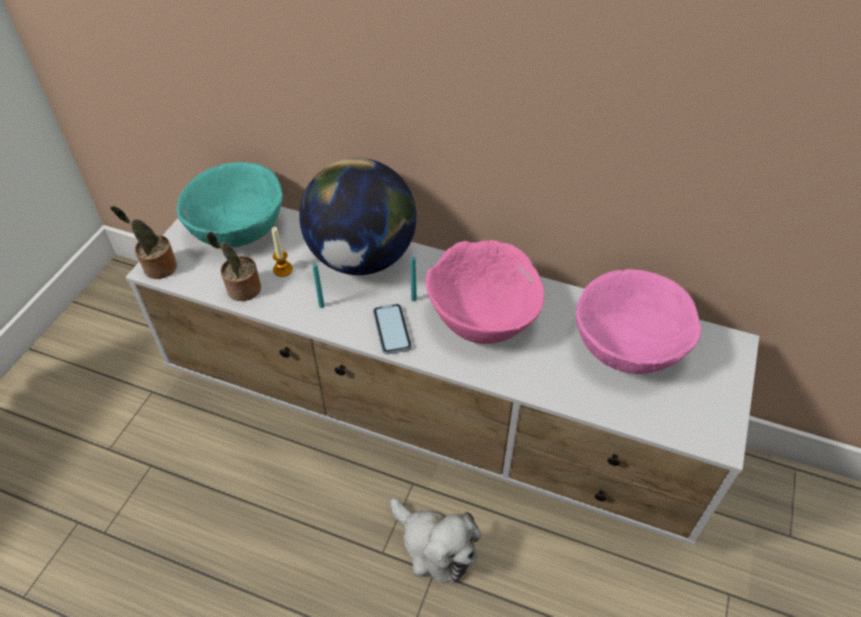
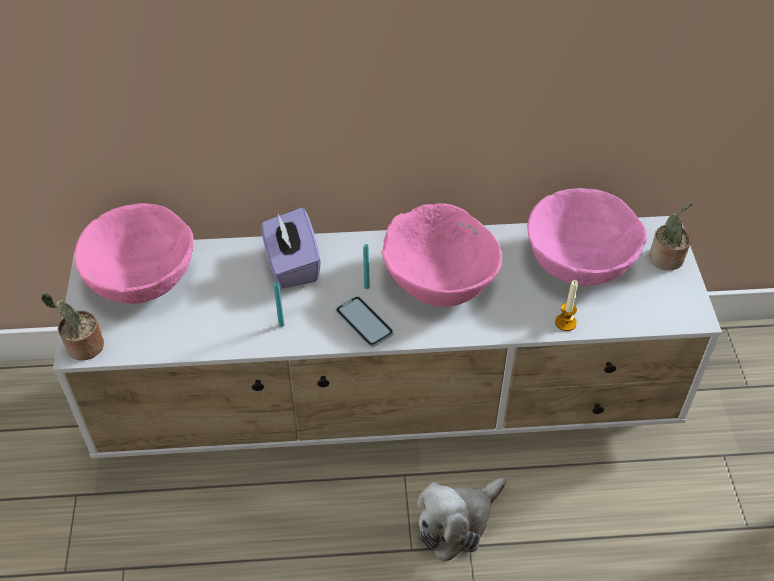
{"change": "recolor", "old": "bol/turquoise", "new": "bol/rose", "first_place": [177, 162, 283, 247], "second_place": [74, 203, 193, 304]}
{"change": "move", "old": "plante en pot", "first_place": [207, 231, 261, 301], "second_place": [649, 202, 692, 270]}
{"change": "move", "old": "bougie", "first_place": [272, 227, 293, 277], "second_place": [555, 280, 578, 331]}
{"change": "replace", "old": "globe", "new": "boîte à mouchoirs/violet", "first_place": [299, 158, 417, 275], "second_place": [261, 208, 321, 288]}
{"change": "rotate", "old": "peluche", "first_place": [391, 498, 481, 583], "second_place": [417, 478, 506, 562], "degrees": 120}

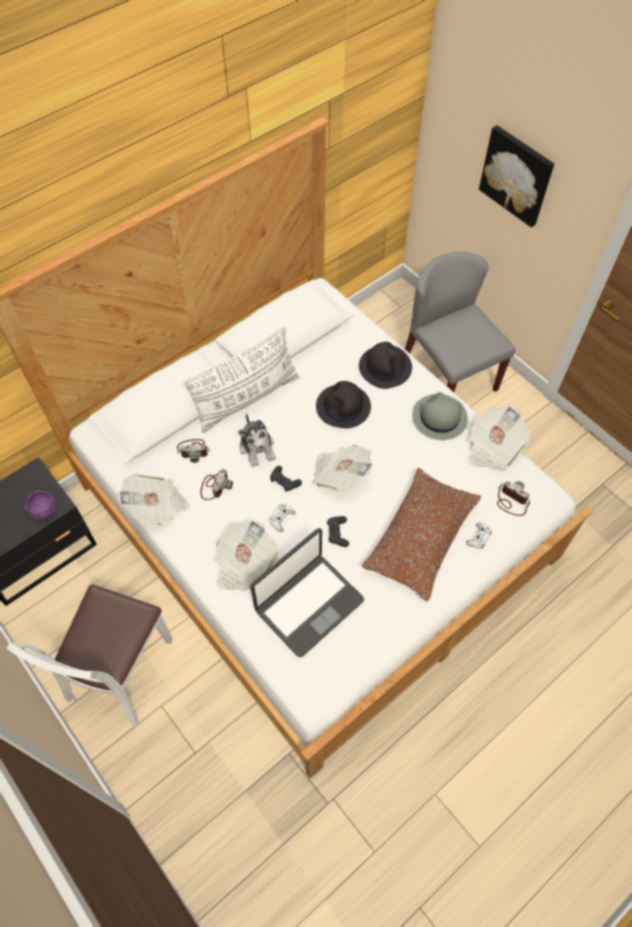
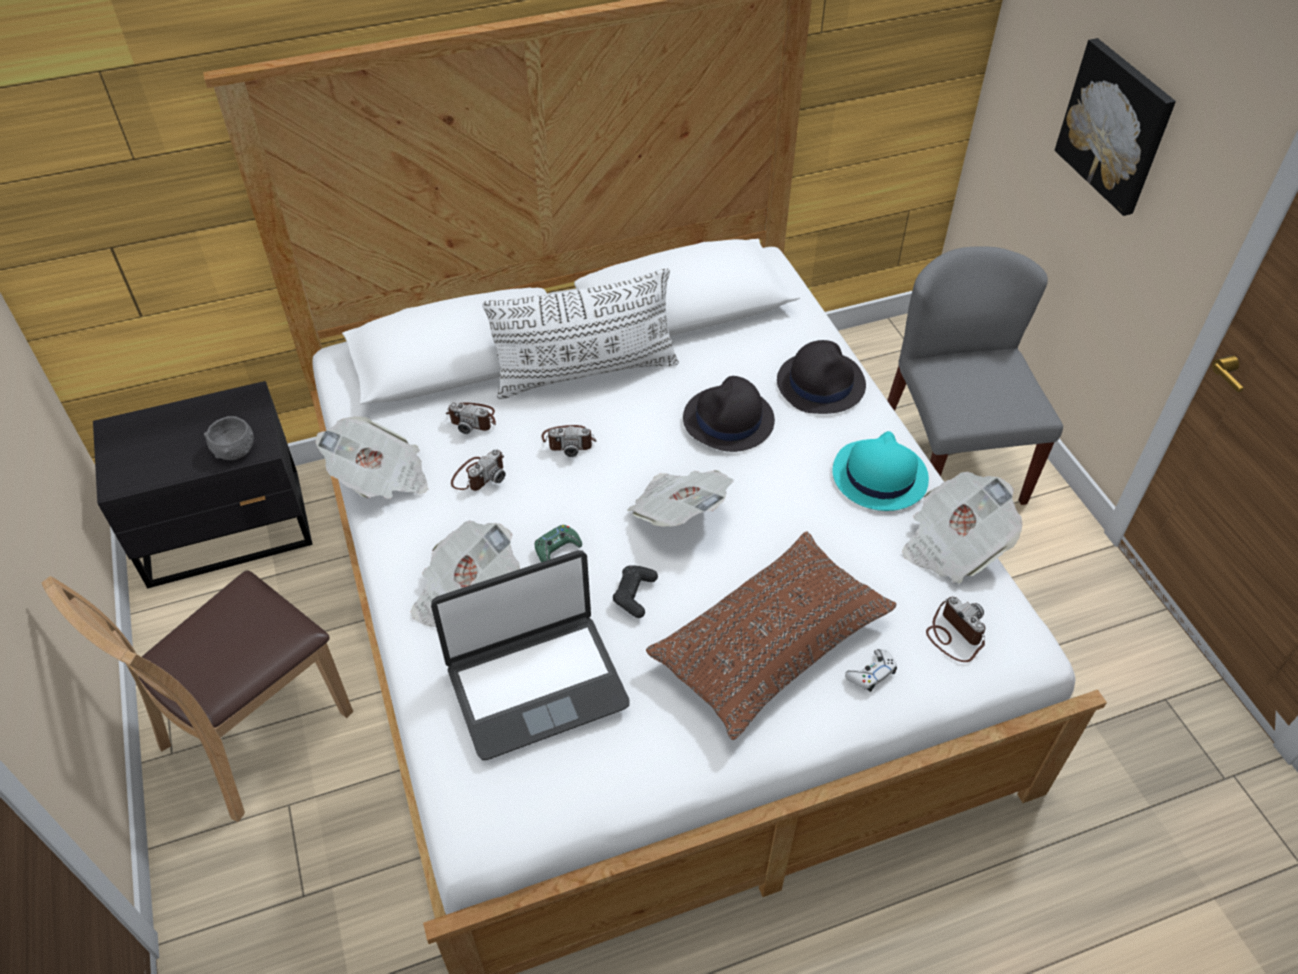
{"change": "recolor", "old": "chaise/blanc", "new": "chaise/marron", "first_place": [7, 584, 173, 726], "second_place": [42, 570, 353, 822]}
{"change": "recolor", "old": "bol/violet", "new": "bol/gris", "first_place": [24, 490, 56, 520], "second_place": [204, 416, 254, 460]}
{"change": "replace", "old": "peluche", "new": "appareil photo", "first_place": [238, 413, 276, 467], "second_place": [542, 425, 597, 457]}
{"change": "delete", "old": "manette/noir", "first_place": [270, 466, 302, 492]}
{"change": "recolor", "old": "manette/blanc", "new": "manette/vert", "first_place": [270, 504, 295, 532], "second_place": [535, 525, 582, 562]}
{"change": "recolor", "old": "chapeau/gris", "new": "chapeau/turquoise", "first_place": [412, 392, 468, 440], "second_place": [832, 431, 929, 511]}

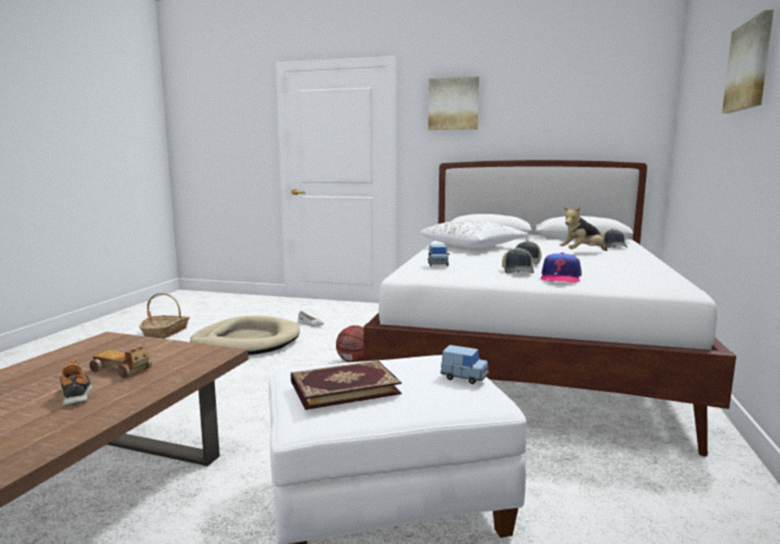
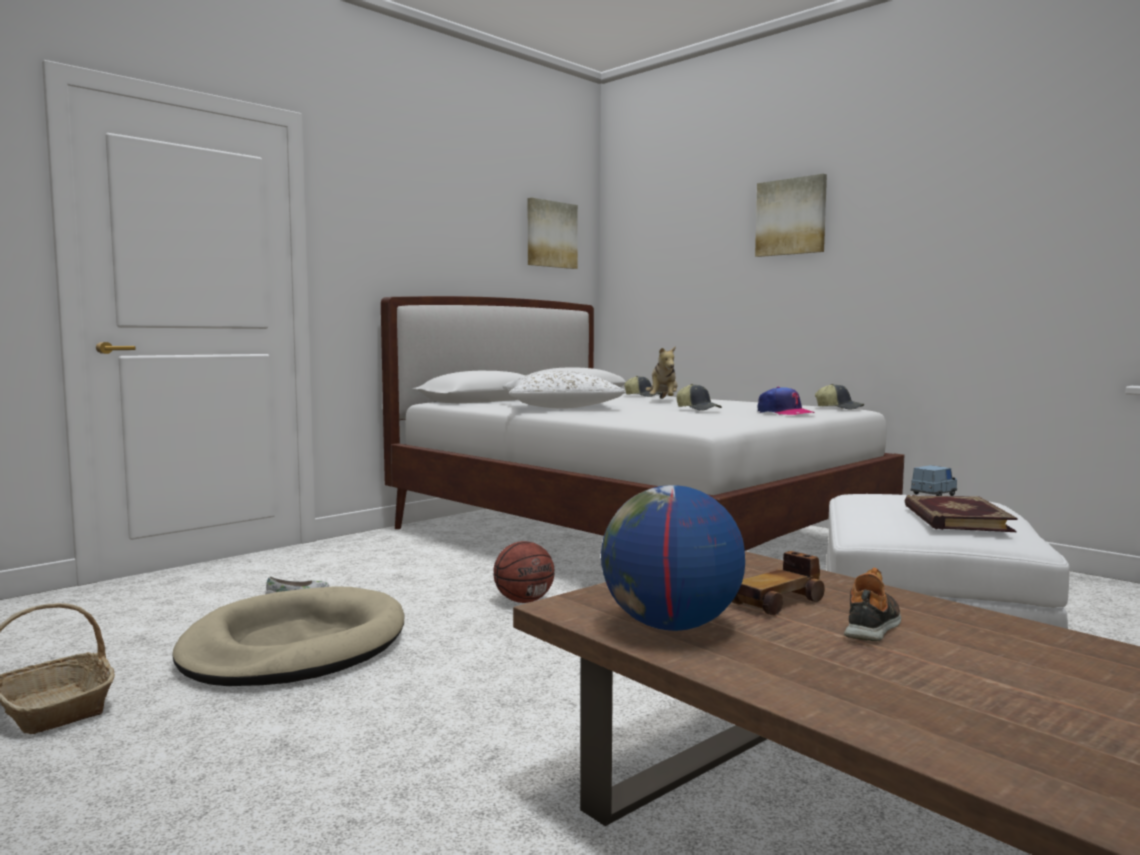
{"change": "rotate", "old": "chaussure", "first_place": [60, 360, 92, 406], "second_place": [844, 567, 901, 641], "degrees": 120}
{"change": "move", "old": "tableau", "first_place": [428, 77, 479, 130], "second_place": [528, 198, 578, 269]}
{"change": "delete", "old": "petite voiture/bleu", "first_place": [428, 244, 449, 266]}
{"change": "move", "old": "casquette", "first_place": [502, 247, 534, 274], "second_place": [815, 384, 864, 409]}
{"change": "insert", "new": "globe", "second_place": [601, 485, 745, 631]}

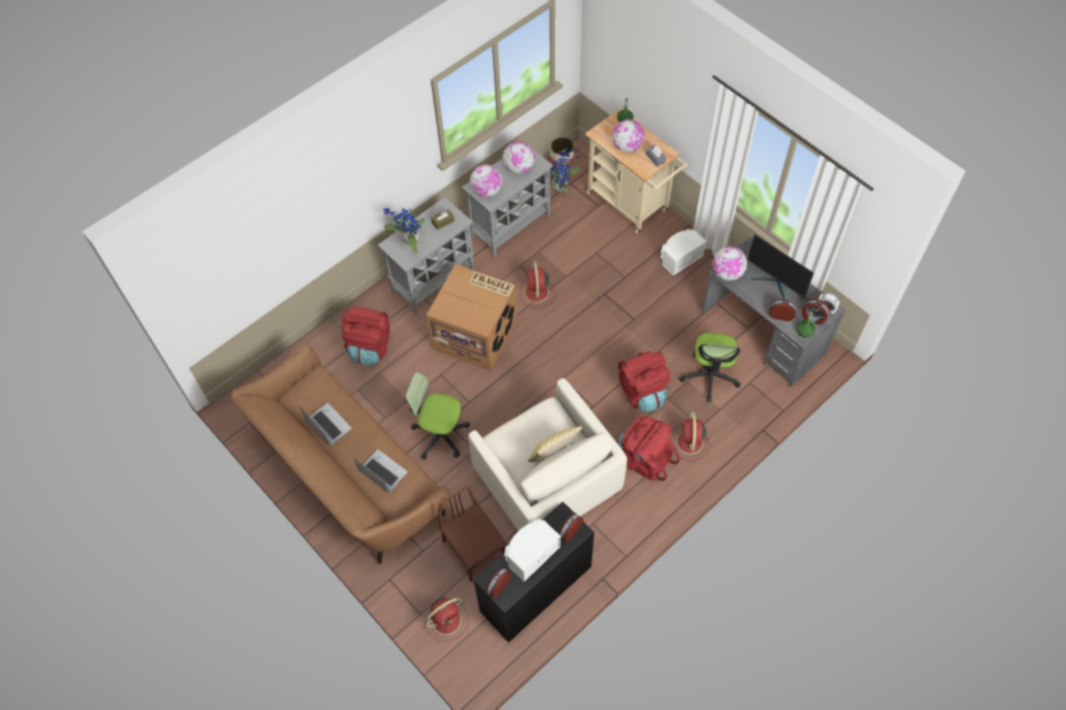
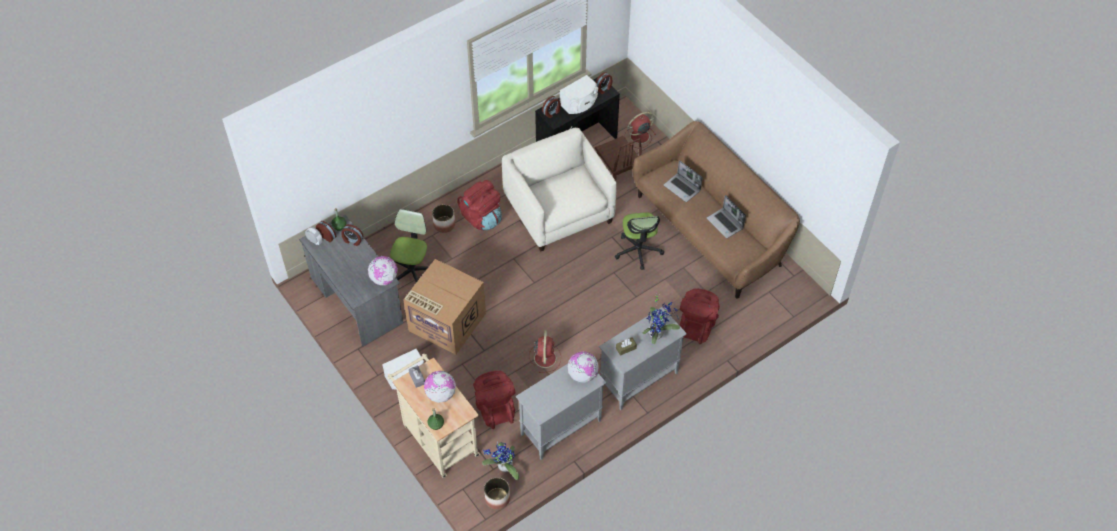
{"change": "rotate", "old": "chaise de bureau", "first_place": [405, 372, 470, 460], "second_place": [615, 212, 664, 270], "degrees": 60}
{"change": "move", "old": "carton", "first_place": [426, 264, 517, 371], "second_place": [403, 259, 486, 355]}
{"change": "delete", "old": "globe", "first_place": [503, 141, 535, 174]}
{"change": "delete", "old": "coussin", "first_place": [528, 426, 582, 462]}
{"change": "move", "old": "sac à dos/rouge", "first_place": [618, 351, 670, 412], "second_place": [473, 371, 516, 429]}
{"change": "replace", "old": "ventilateur/rouge", "new": "cache-pot", "first_place": [671, 411, 710, 461], "second_place": [432, 204, 455, 233]}
{"change": "delete", "old": "écran d'ordinateur", "first_place": [748, 235, 814, 299]}

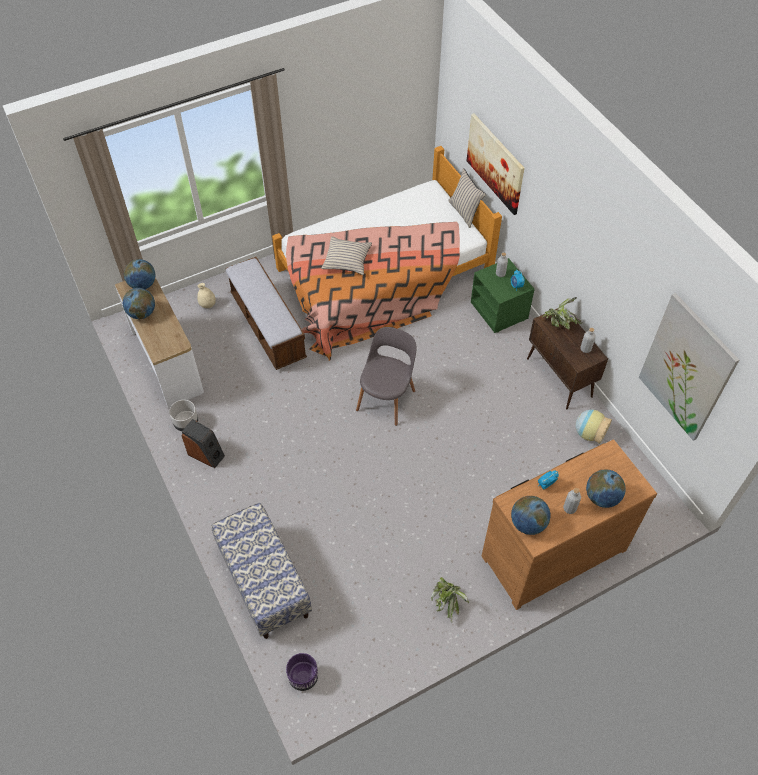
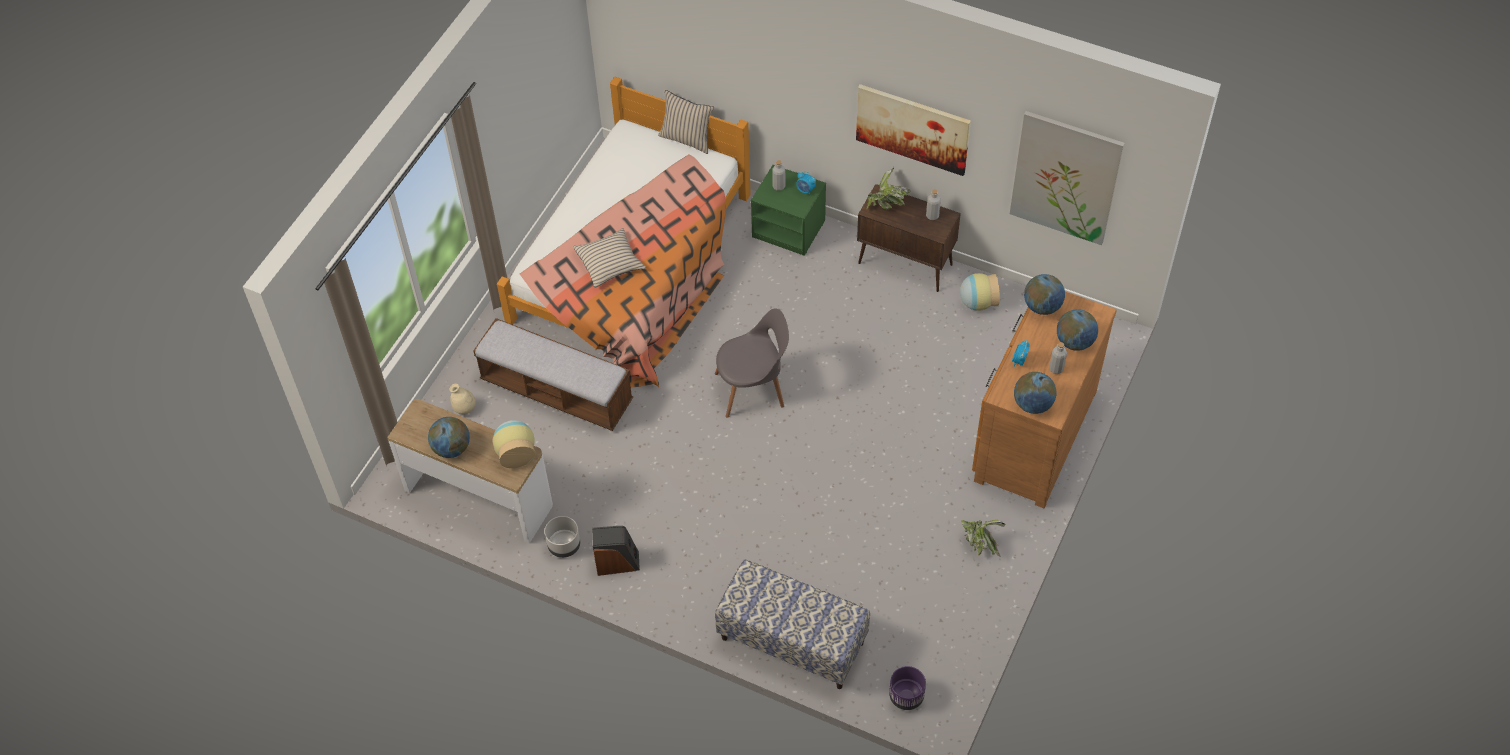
{"change": "move", "old": "globe", "first_place": [124, 259, 156, 289], "second_place": [1024, 274, 1065, 315]}
{"change": "rotate", "old": "chaise/gris", "first_place": [356, 327, 417, 426], "second_place": [715, 309, 789, 418], "degrees": 90}
{"change": "move", "old": "tableau", "first_place": [467, 113, 525, 215], "second_place": [856, 84, 971, 176]}
{"change": "insert", "new": "vase", "second_place": [493, 420, 536, 468]}

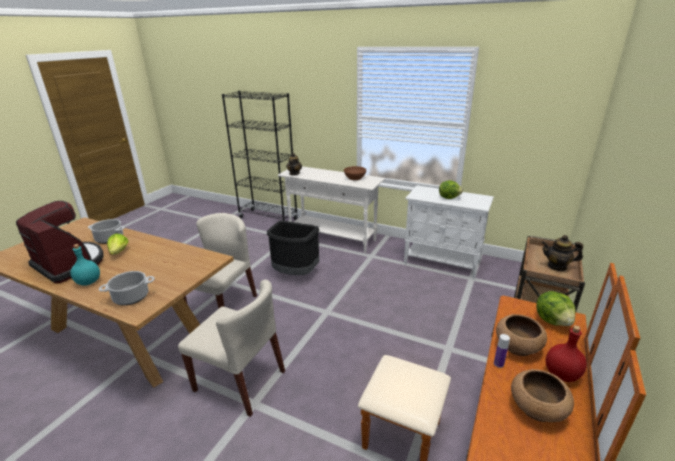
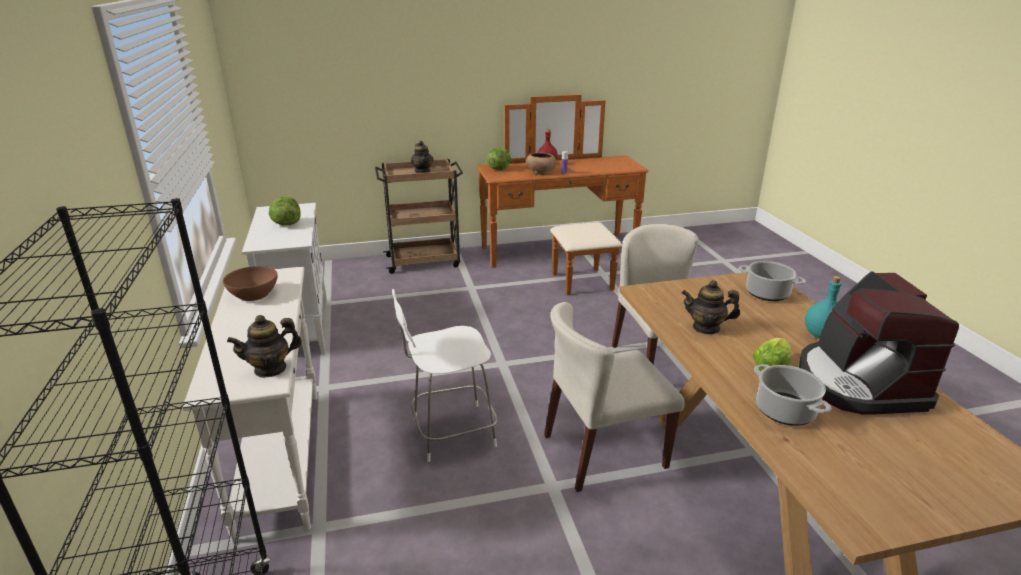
{"change": "replace", "old": "poubelle/noir", "new": "chaise/blanc", "first_place": [267, 220, 319, 275], "second_place": [392, 289, 498, 462]}
{"change": "delete", "old": "bol/marron", "first_place": [511, 369, 574, 422]}
{"change": "insert", "new": "théière", "second_place": [682, 280, 740, 335]}

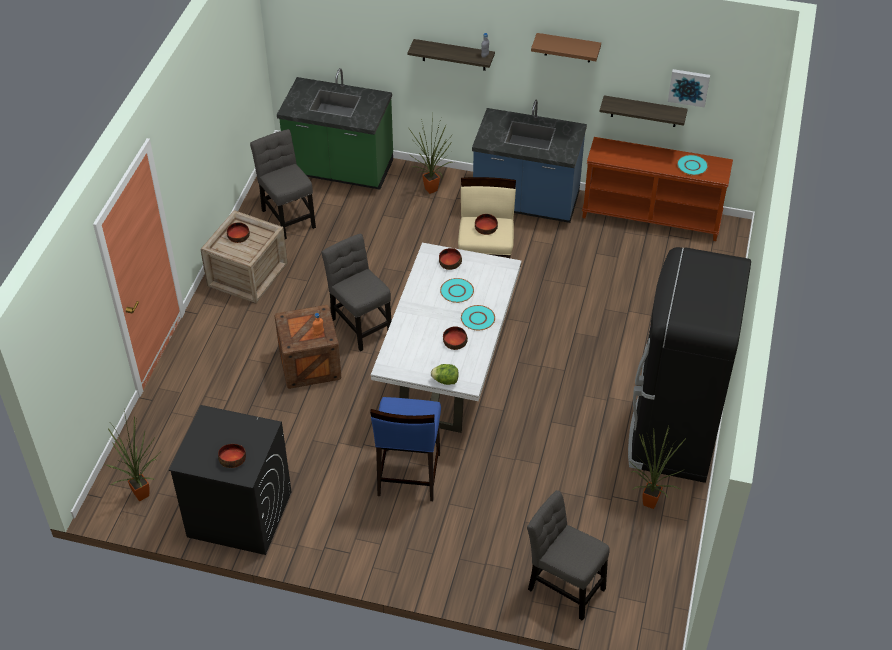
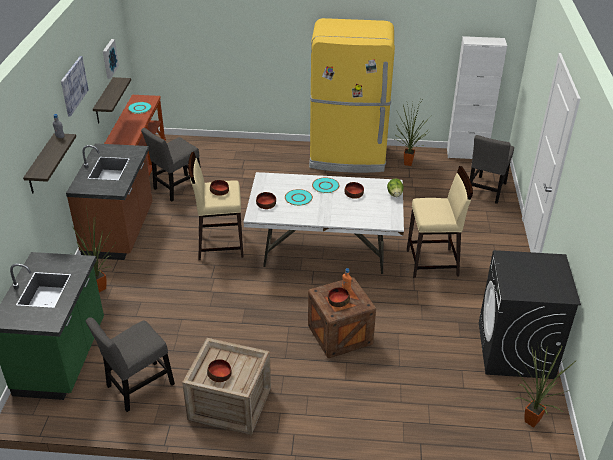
{"change": "move", "old": "bol", "first_place": [218, 444, 246, 468], "second_place": [328, 287, 350, 307]}
{"change": "move", "old": "chaise/gris", "first_place": [321, 233, 392, 351], "second_place": [141, 128, 201, 202]}
{"change": "recolor", "old": "tabouret/bleu", "new": "tabouret/beige", "first_place": [370, 397, 441, 501], "second_place": [407, 166, 473, 278]}
{"change": "recolor", "old": "comptoir de cuisine/bleu", "new": "comptoir de cuisine/marron", "first_place": [472, 100, 587, 223], "second_place": [66, 143, 153, 260]}
{"change": "replace", "old": "étagère/marron", "new": "tableau", "first_place": [531, 33, 601, 62], "second_place": [61, 56, 89, 117]}
{"change": "recolor", "old": "réfrigérateur/noir", "new": "réfrigérateur/jaune", "first_place": [628, 247, 751, 483], "second_place": [309, 18, 395, 173]}
{"change": "insert", "new": "meuble de rangement/blanc", "second_place": [447, 36, 507, 159]}

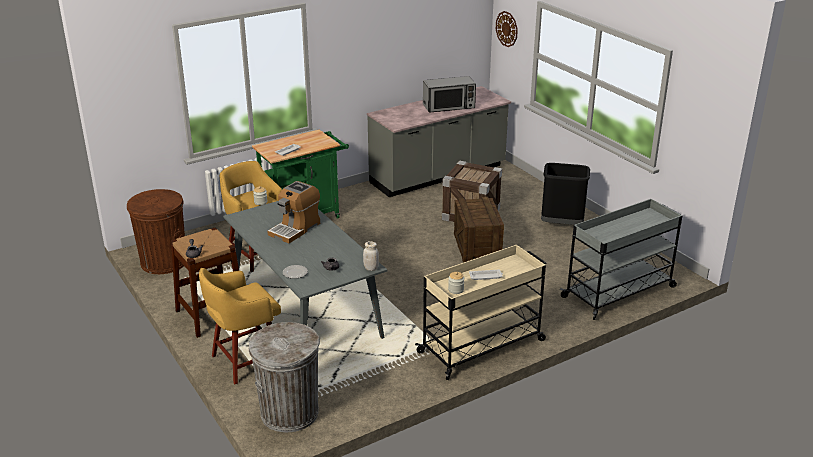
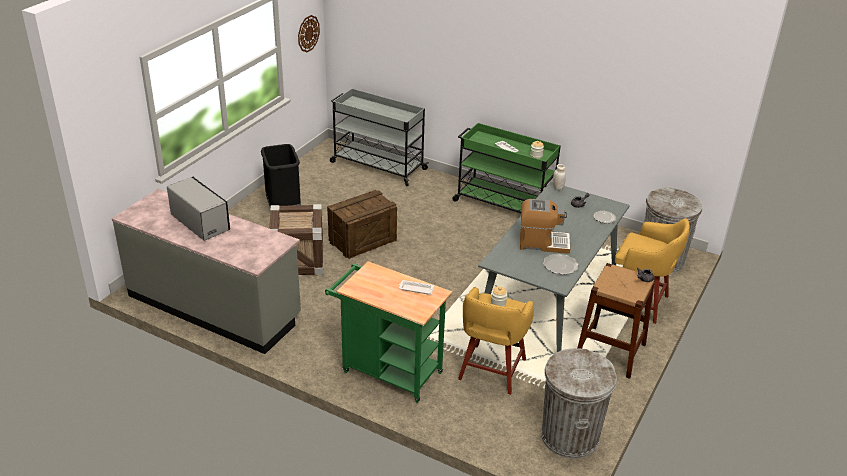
{"change": "recolor", "old": "poubelle/marron", "new": "poubelle/gris", "first_place": [127, 189, 185, 274], "second_place": [541, 348, 617, 459]}
{"change": "recolor", "old": "chariot/beige", "new": "chariot/vert", "first_place": [415, 245, 546, 380], "second_place": [452, 123, 561, 213]}
{"change": "move", "old": "horloge murale", "first_place": [496, 11, 518, 47], "second_place": [298, 15, 320, 52]}
{"change": "insert", "new": "assiette", "second_place": [543, 254, 579, 275]}

